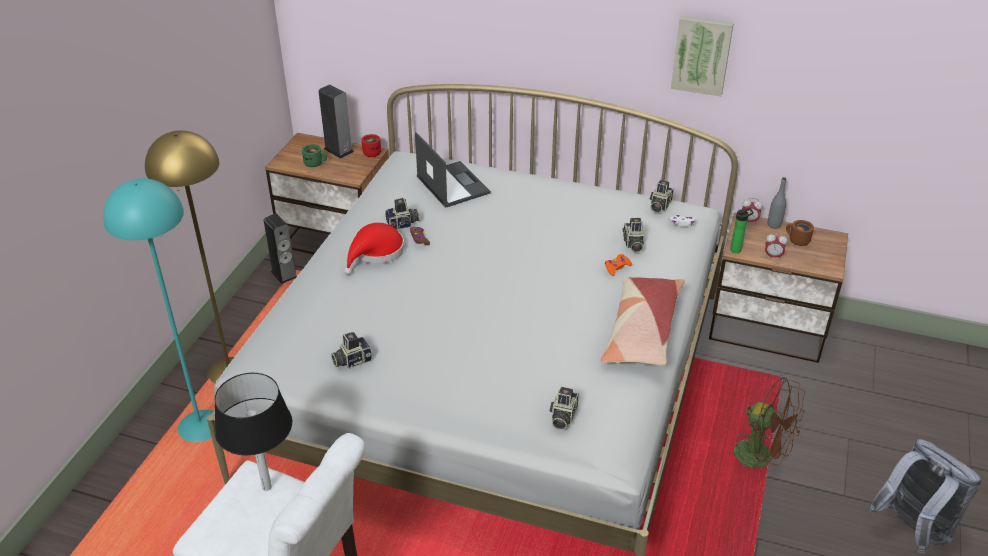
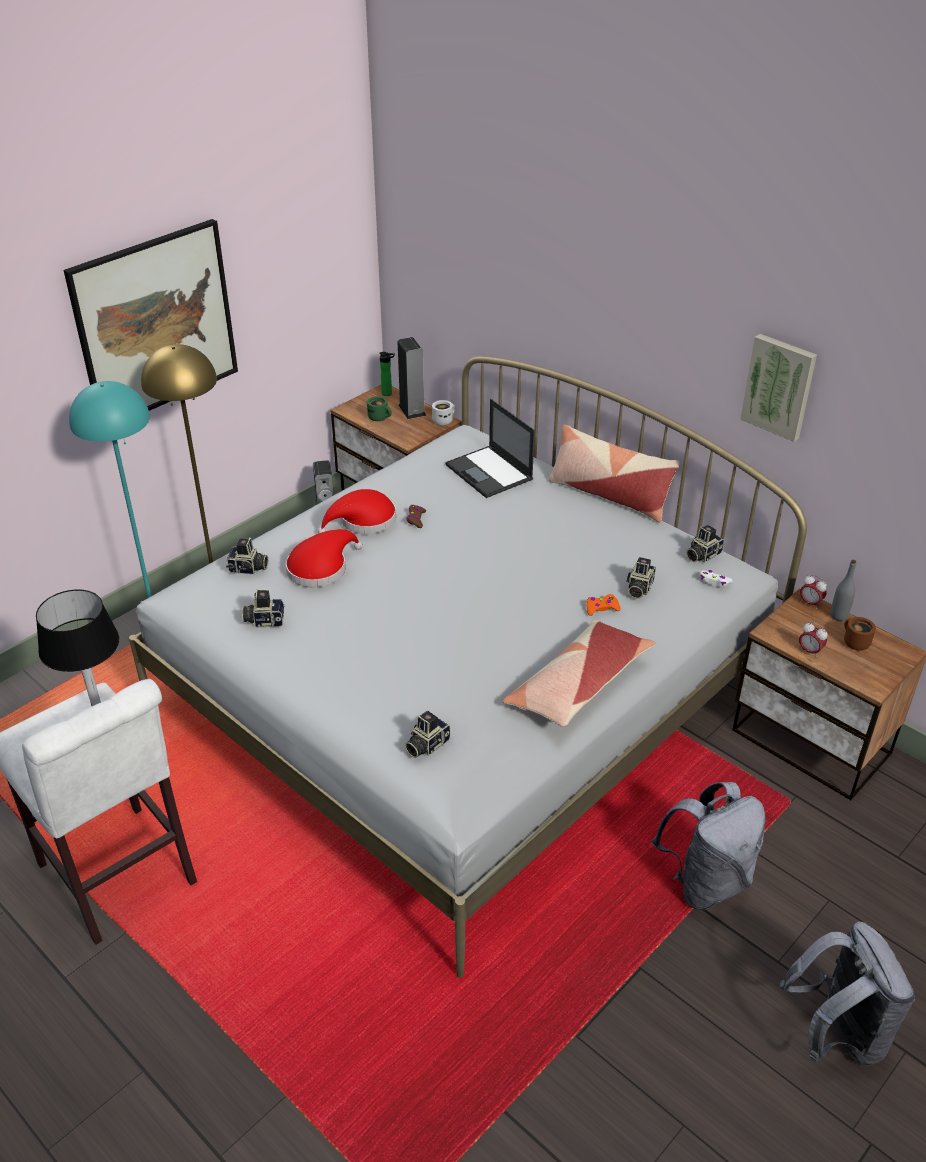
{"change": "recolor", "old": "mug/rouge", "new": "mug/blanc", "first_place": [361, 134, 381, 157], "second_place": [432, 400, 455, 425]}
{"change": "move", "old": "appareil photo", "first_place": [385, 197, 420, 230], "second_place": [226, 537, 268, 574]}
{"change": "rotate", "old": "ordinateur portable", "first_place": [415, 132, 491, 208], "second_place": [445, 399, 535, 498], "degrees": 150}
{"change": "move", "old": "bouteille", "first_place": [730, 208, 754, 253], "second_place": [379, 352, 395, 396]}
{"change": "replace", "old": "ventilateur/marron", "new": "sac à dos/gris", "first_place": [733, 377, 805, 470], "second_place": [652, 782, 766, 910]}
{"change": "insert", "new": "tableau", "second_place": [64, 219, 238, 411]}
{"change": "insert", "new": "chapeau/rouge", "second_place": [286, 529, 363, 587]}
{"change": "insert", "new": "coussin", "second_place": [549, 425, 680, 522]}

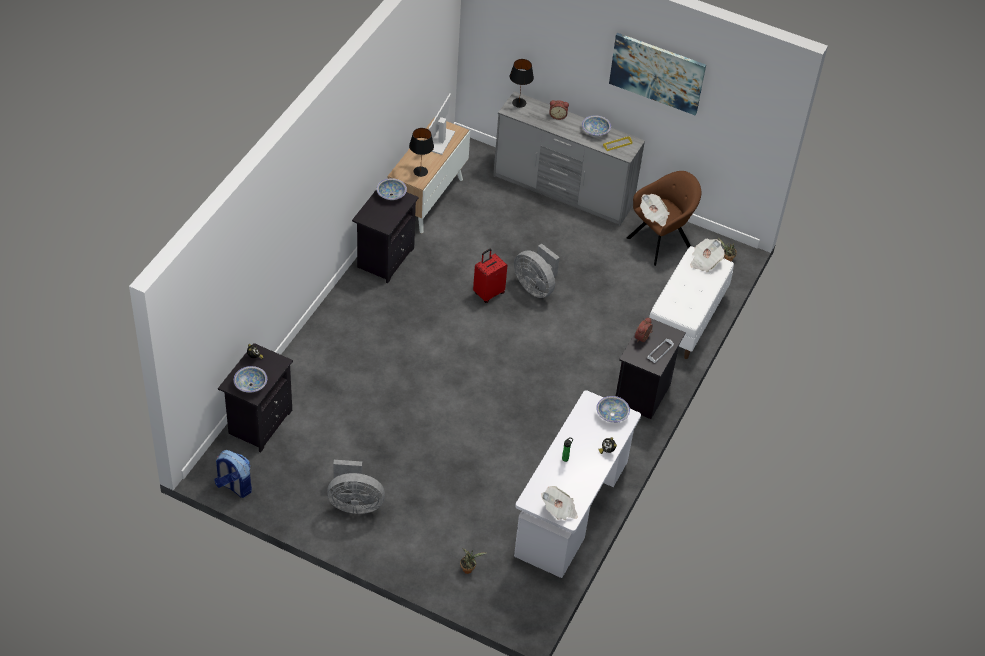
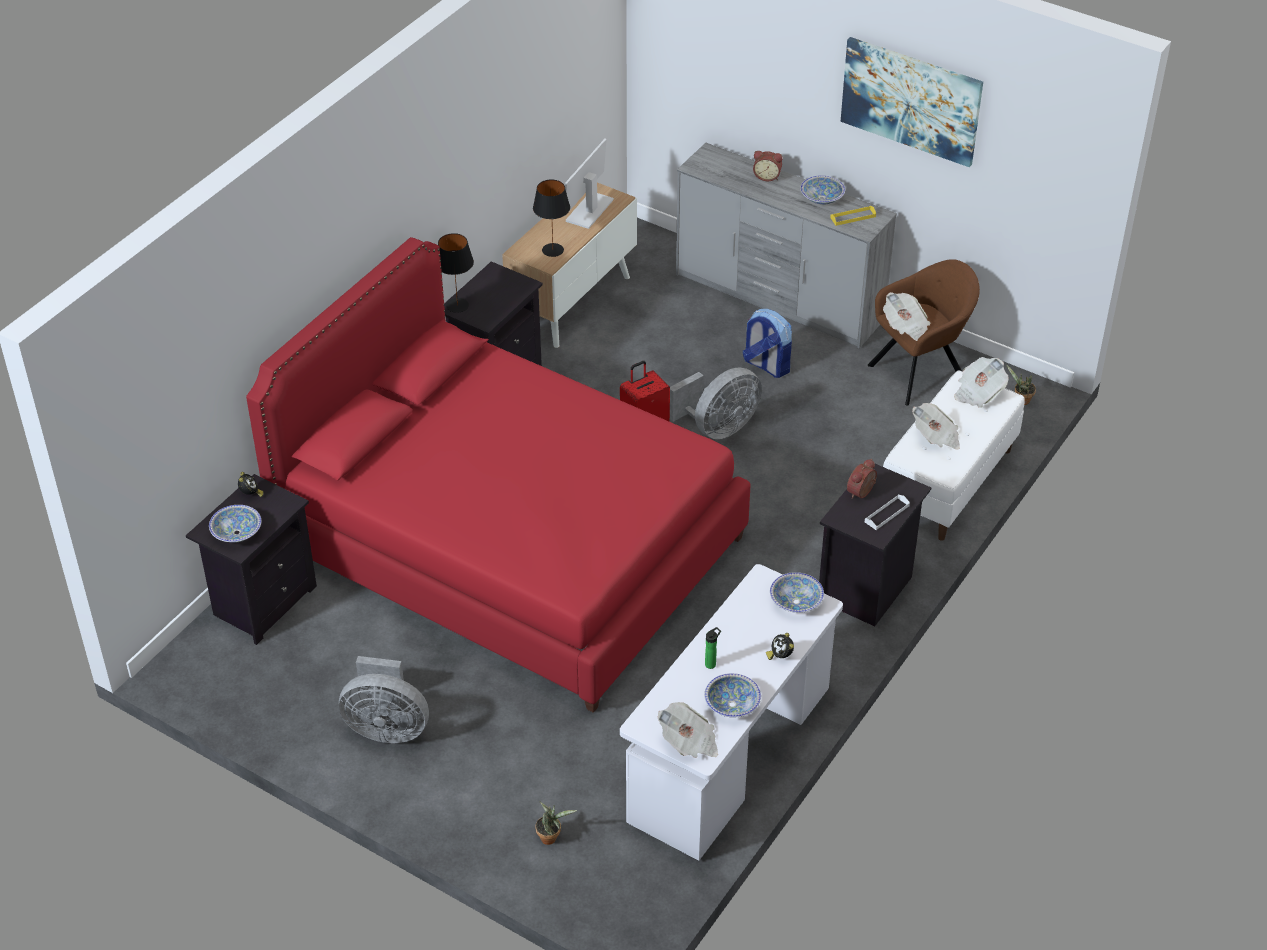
{"change": "move", "old": "sac à dos", "first_place": [214, 450, 252, 498], "second_place": [743, 309, 792, 378]}
{"change": "move", "old": "bol", "first_place": [377, 178, 407, 200], "second_place": [704, 673, 761, 717]}
{"change": "move", "old": "lampe de table/noir", "first_place": [510, 59, 534, 108], "second_place": [438, 233, 474, 313]}
{"change": "rotate", "old": "ventilateur/gris", "first_place": [514, 243, 560, 298], "second_place": [670, 367, 762, 439], "degrees": -90}
{"change": "insert", "new": "lit/rouge", "second_place": [246, 237, 751, 713]}
{"change": "insert", "new": "journal", "second_place": [912, 403, 960, 450]}

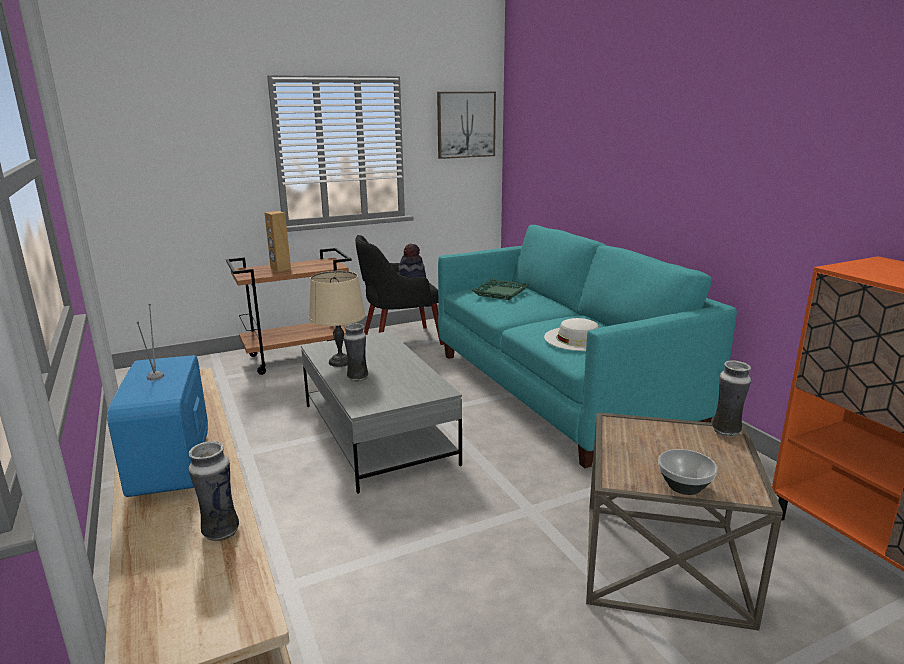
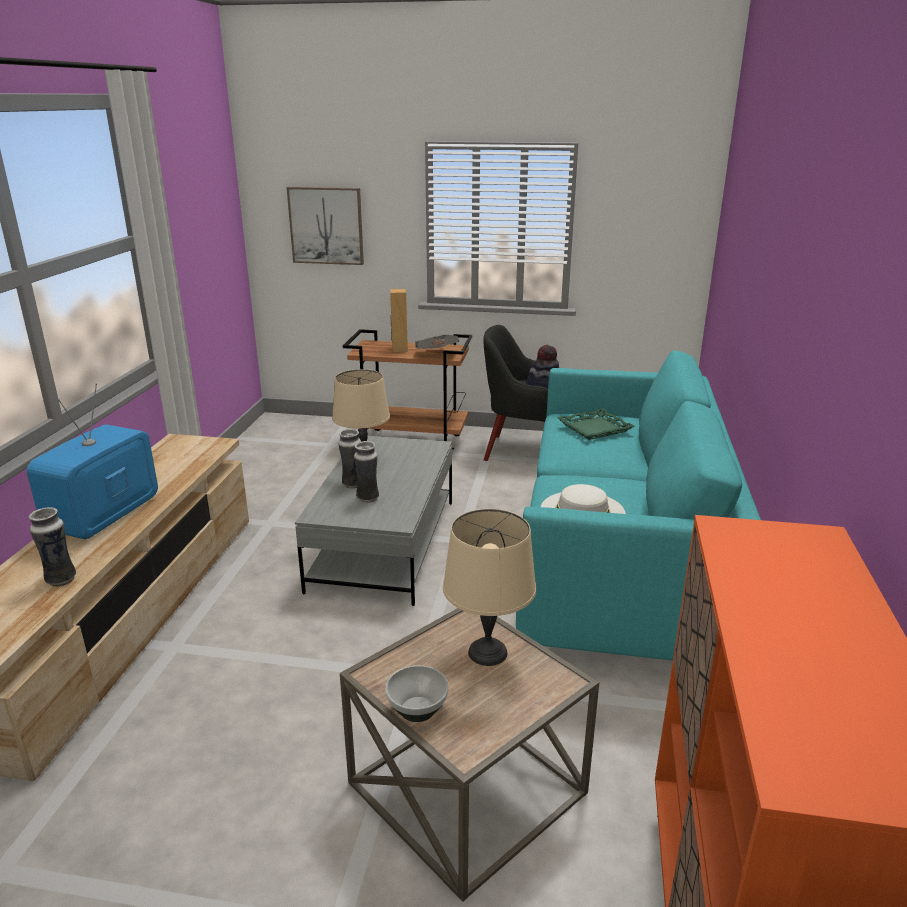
{"change": "move", "old": "tableau", "first_place": [437, 92, 496, 159], "second_place": [287, 187, 364, 265]}
{"change": "move", "old": "vase", "first_place": [712, 360, 751, 437], "second_place": [354, 441, 379, 503]}
{"change": "insert", "new": "journal", "second_place": [415, 335, 459, 349]}
{"change": "insert", "new": "lampe de table/beige", "second_place": [443, 509, 536, 666]}

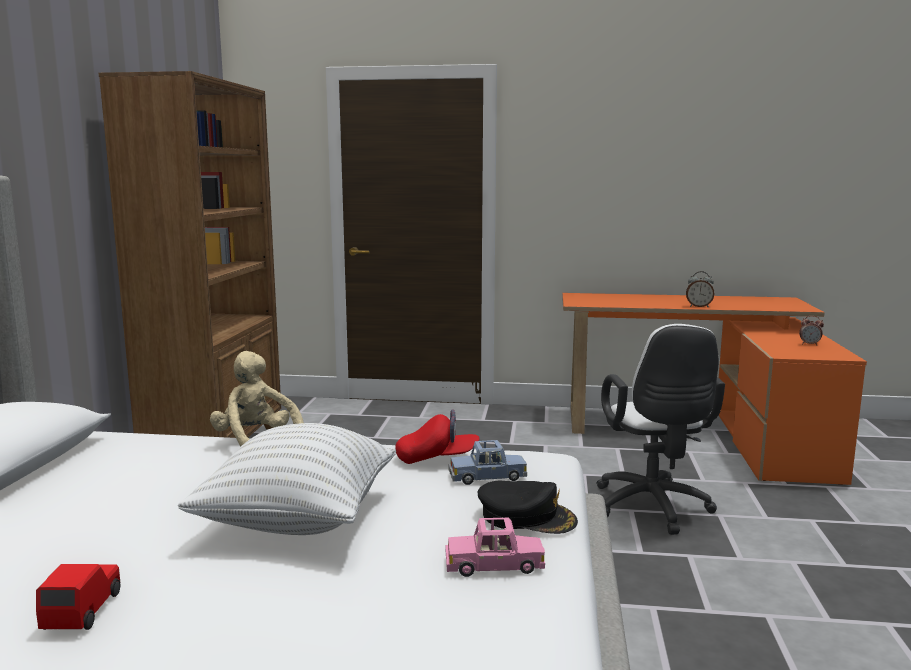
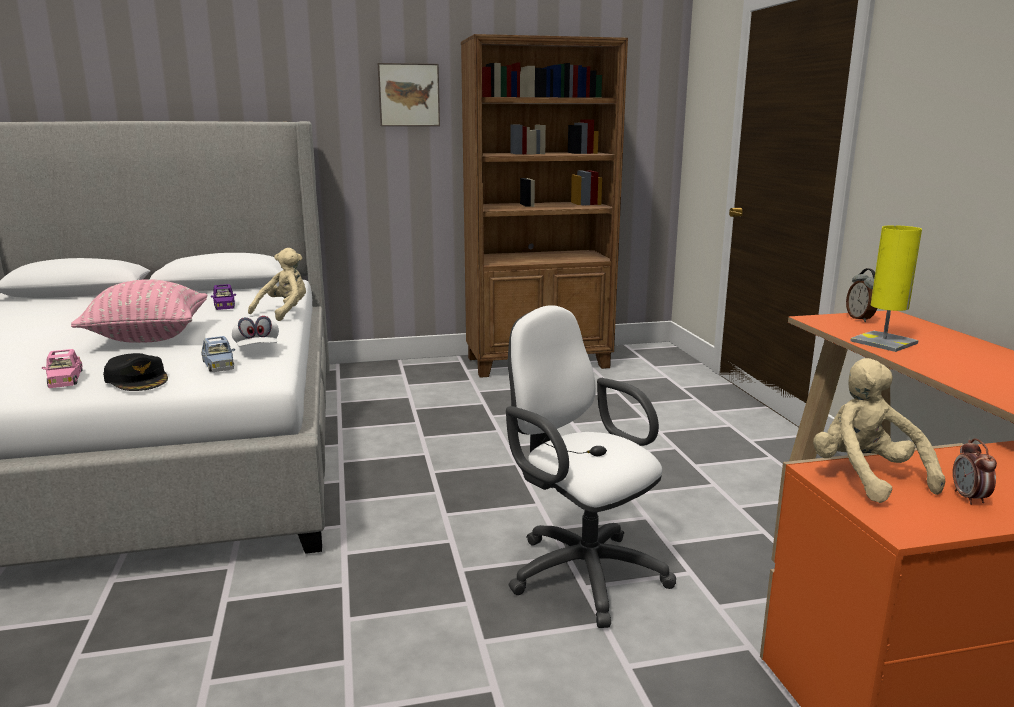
{"change": "delete", "old": "petite voiture/rouge", "first_place": [36, 564, 120, 630]}
{"change": "recolor", "old": "coussin/blanc", "new": "coussin/rose", "first_place": [178, 423, 396, 535], "second_place": [71, 279, 207, 343]}
{"change": "recolor", "old": "casquette/rouge", "new": "casquette/blanc", "first_place": [395, 409, 479, 464], "second_place": [232, 316, 279, 347]}
{"change": "rotate", "old": "casquette/noir", "first_place": [478, 481, 578, 534], "second_place": [103, 353, 168, 391], "degrees": -45}
{"change": "rotate", "old": "chaise de bureau/blanc", "first_place": [596, 324, 725, 535], "second_place": [506, 305, 676, 628], "degrees": 75}
{"change": "move", "old": "réveil", "first_place": [686, 271, 714, 307], "second_place": [846, 268, 877, 322]}
{"change": "insert", "new": "petite voiture/violet", "second_place": [211, 284, 237, 310]}
{"change": "insert", "new": "tableau", "second_place": [378, 63, 440, 126]}
{"change": "insert", "new": "peluche/beige", "second_place": [813, 358, 945, 503]}
{"change": "insert", "new": "lampe de table/jaune", "second_place": [851, 225, 922, 352]}

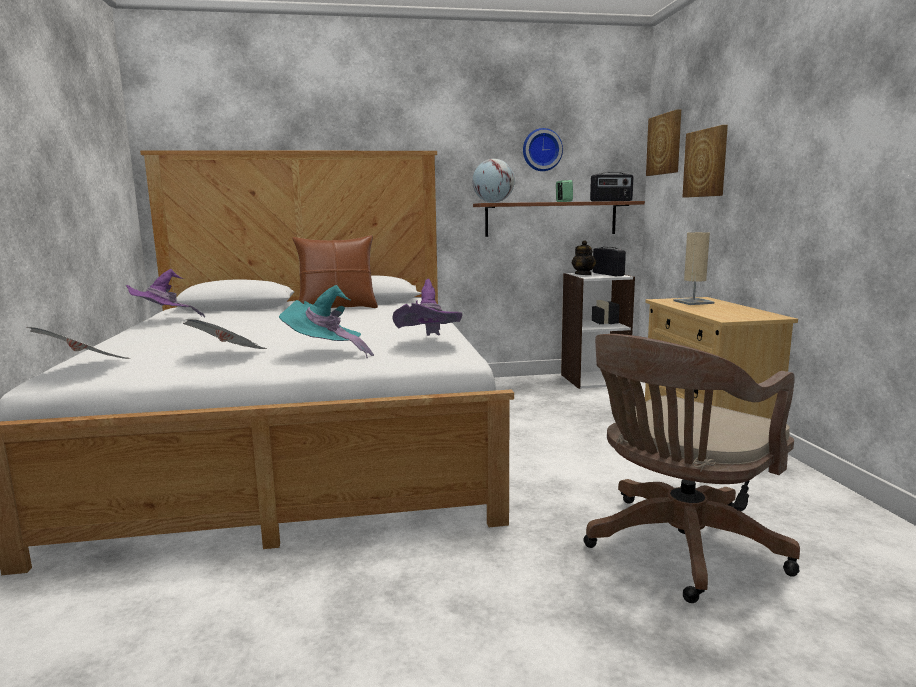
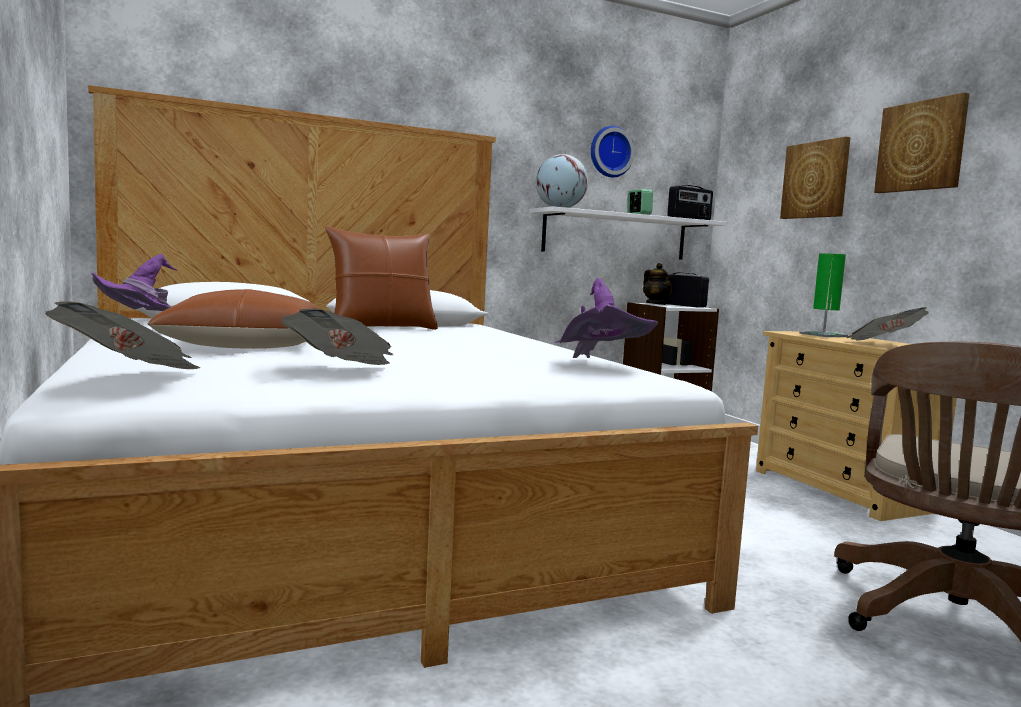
{"change": "delete", "old": "chapeau/turquoise", "first_place": [279, 285, 374, 358]}
{"change": "recolor", "old": "étagère/marron", "new": "étagère/blanc", "first_place": [473, 201, 645, 237], "second_place": [530, 206, 726, 260]}
{"change": "move", "old": "tableau", "first_place": [646, 110, 681, 176], "second_place": [874, 92, 969, 193]}
{"change": "recolor", "old": "lampe de table/beige", "new": "lampe de table/vert", "first_place": [674, 232, 714, 305], "second_place": [799, 253, 848, 337]}
{"change": "insert", "new": "coussin/marron", "second_place": [148, 289, 320, 349]}
{"change": "insert", "new": "journal", "second_place": [847, 307, 929, 341]}

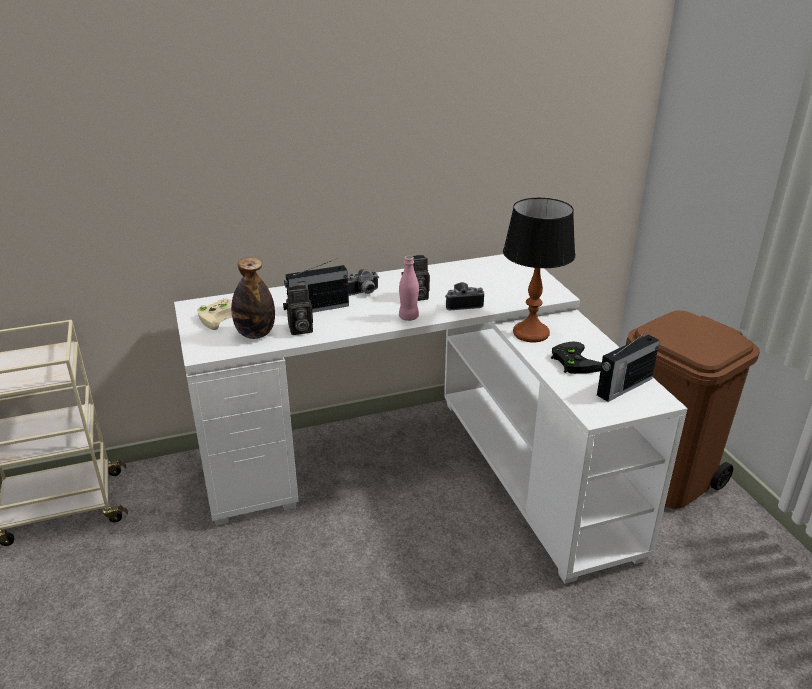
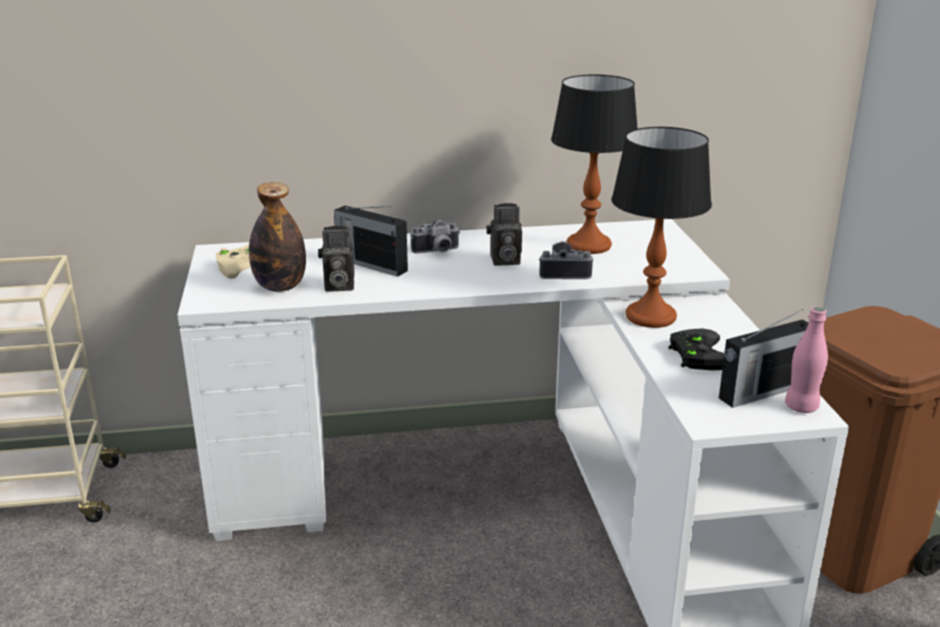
{"change": "rotate", "old": "radio", "first_place": [284, 258, 349, 313], "second_place": [334, 206, 408, 277], "degrees": 45}
{"change": "move", "old": "bouteille/rose", "first_place": [399, 256, 419, 321], "second_place": [785, 306, 828, 413]}
{"change": "insert", "new": "lampe de table", "second_place": [551, 74, 638, 254]}

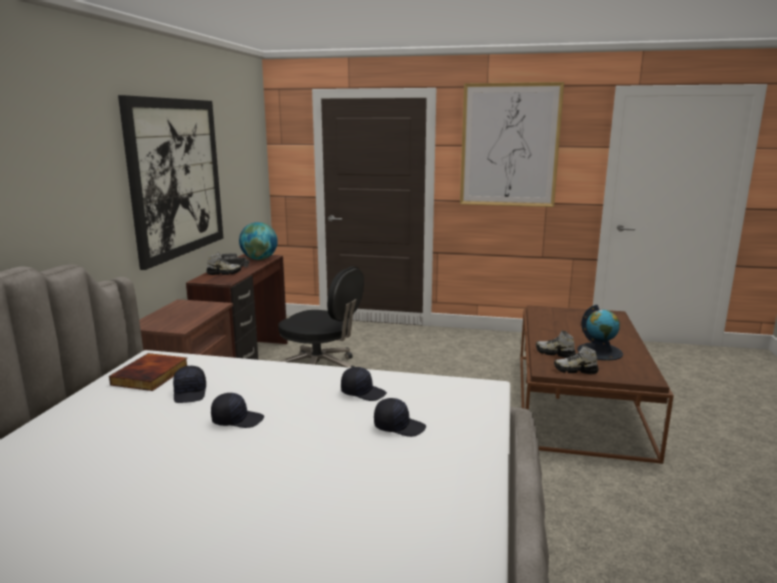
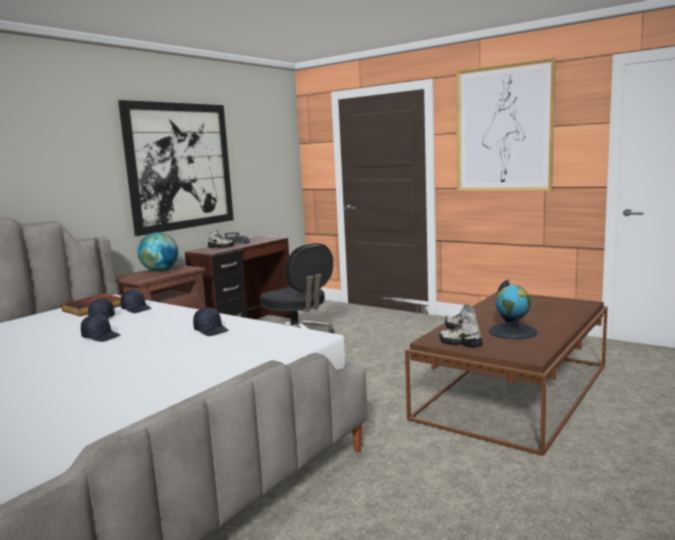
{"change": "move", "old": "globe", "first_place": [239, 222, 278, 260], "second_place": [137, 232, 178, 271]}
{"change": "move", "old": "casquette/noir", "first_place": [374, 398, 426, 437], "second_place": [120, 290, 152, 313]}

